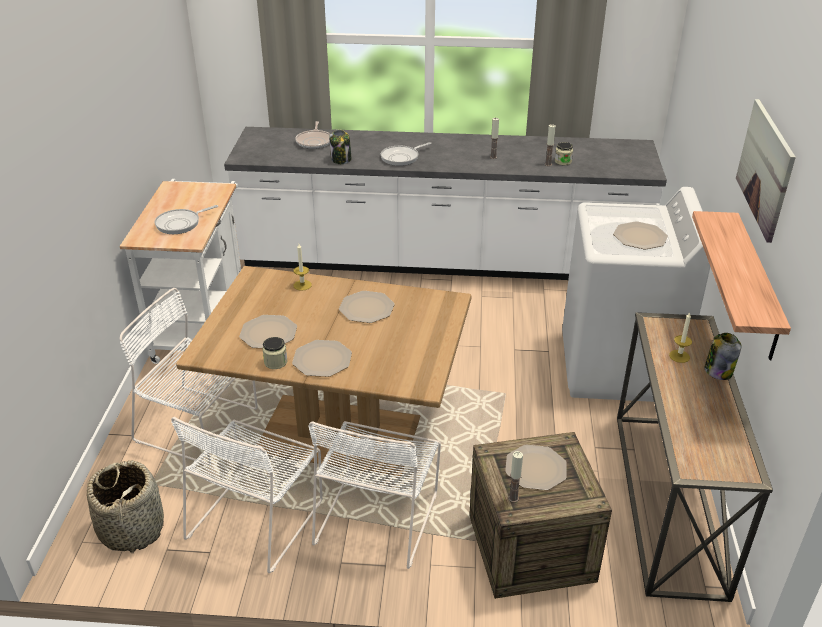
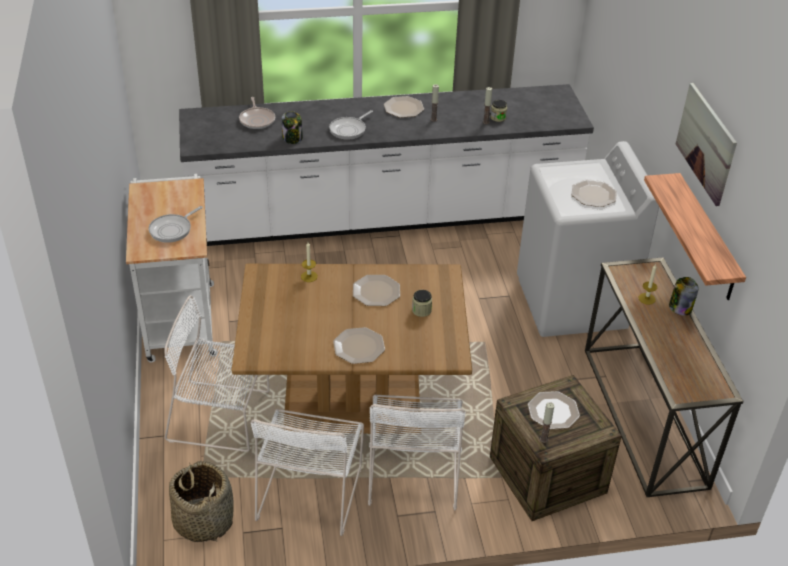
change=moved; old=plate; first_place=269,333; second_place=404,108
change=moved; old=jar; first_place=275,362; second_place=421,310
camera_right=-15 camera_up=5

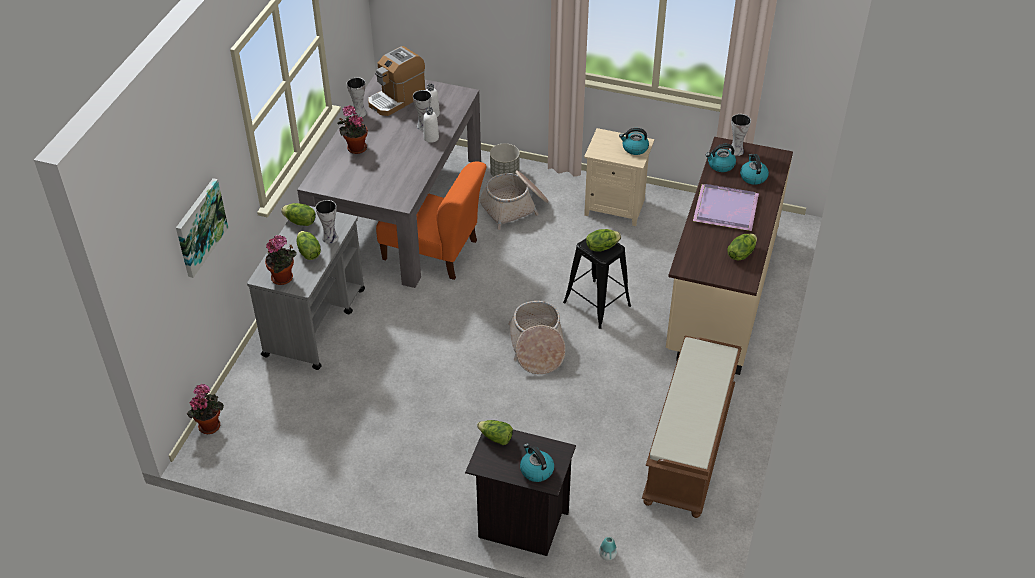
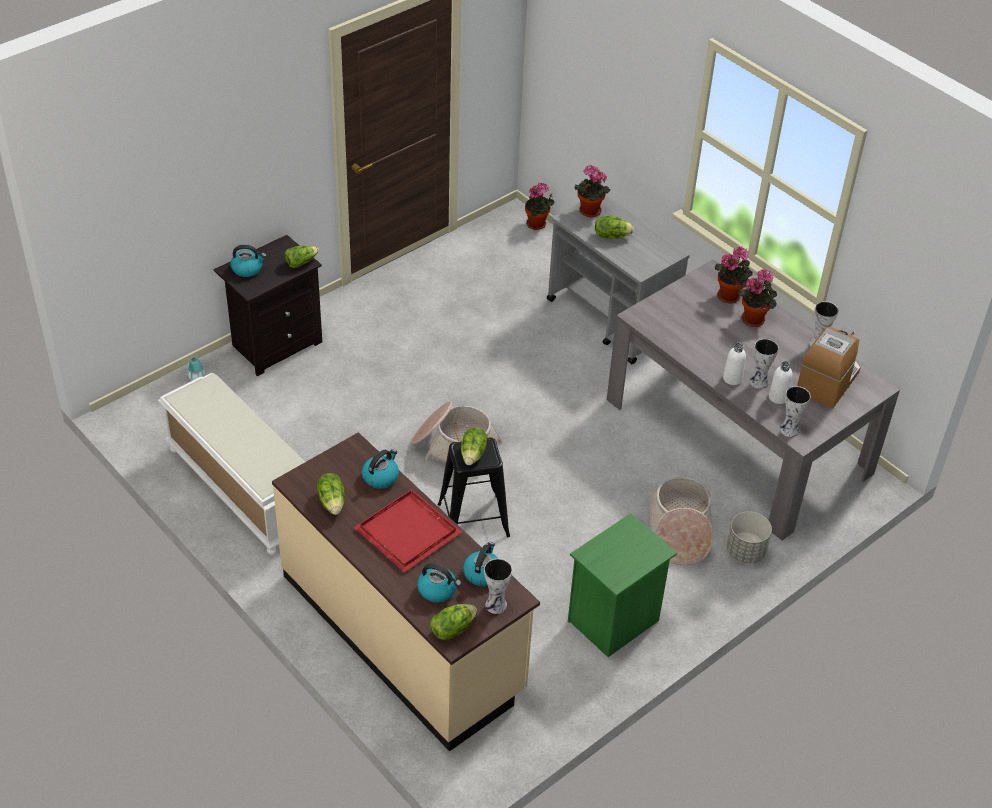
change=turned; old=coffee machine; first_place=396,99; second_place=827,382; degrees=45
change=recoloured; old=nightstand (beige); new=nightstand (green); first_place=615,207; second_place=615,621
change=moved; old=kettle; first_place=634,148; second_place=381,477
change=removed; old=chair (orange); first_place=434,252
change=removed; old=picture; first_place=200,227
change=recoloured; old=tray (purple); new=tray (red); first_place=724,208; second_place=410,532
change=moved; old=vase; first_place=330,237; second_place=790,430
change=moved; old=lettuce; first_place=300,222; second_place=452,629
change=recoloured; old=bench (brown); new=bench (white); first_place=690,447; second_place=241,487
change=added; new=potted plant; second_place=730,295
camera_right=120 camera_up=0

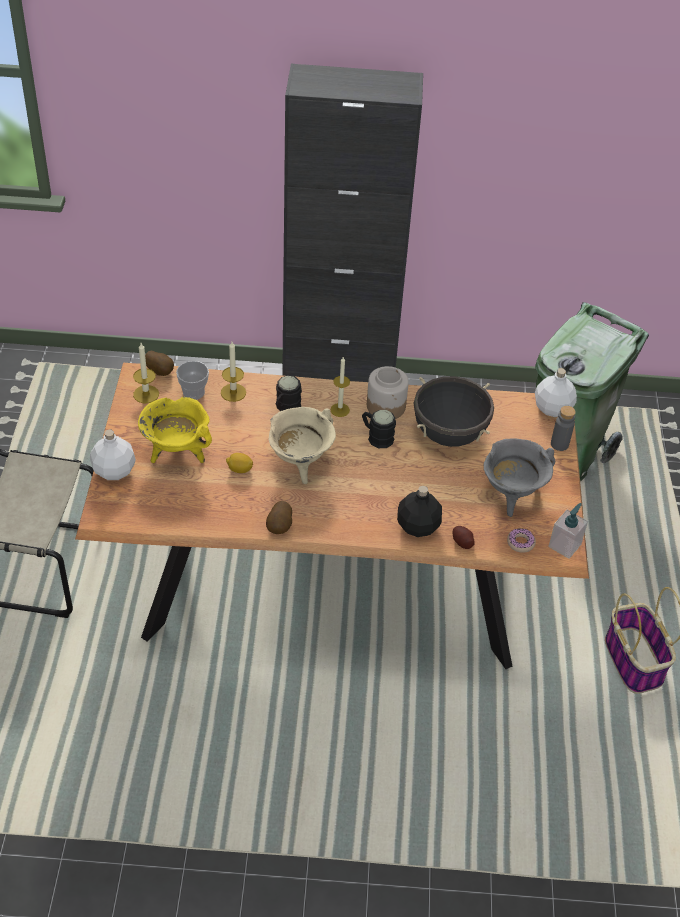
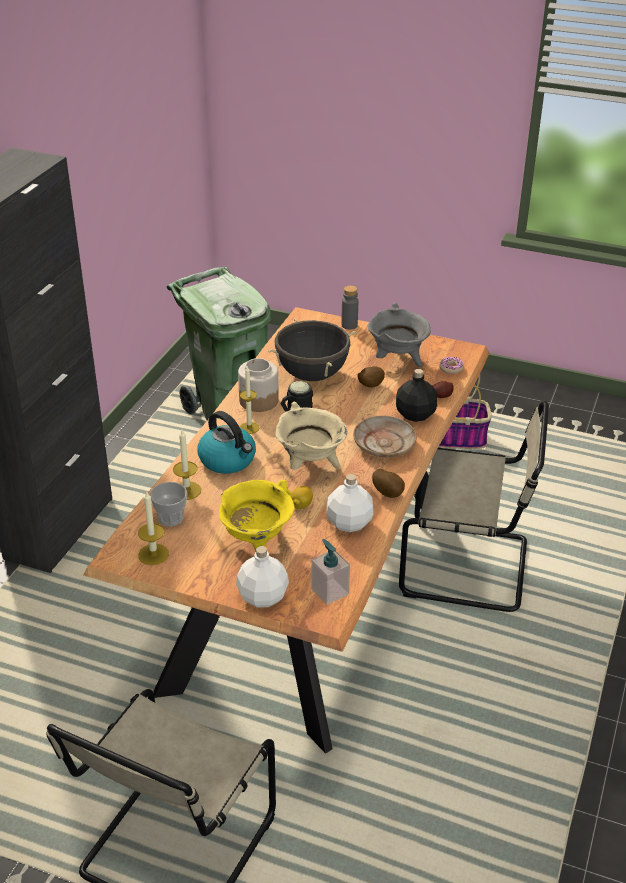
change=moved; old=potato; first_place=160,371; second_place=369,386
change=moved; old=bottle (white); first_place=553,409; second_place=350,523
change=replaced; old=mug (black); new=kettle; first_place=286,407; second_place=228,460
change=moved; old=soap dispenser; first_place=564,545; second_place=330,591
change=added; new=chair (beige); second_place=470,567
change=added; new=plate (beige); second_place=384,444
camera_right=-70 camera_up=-10

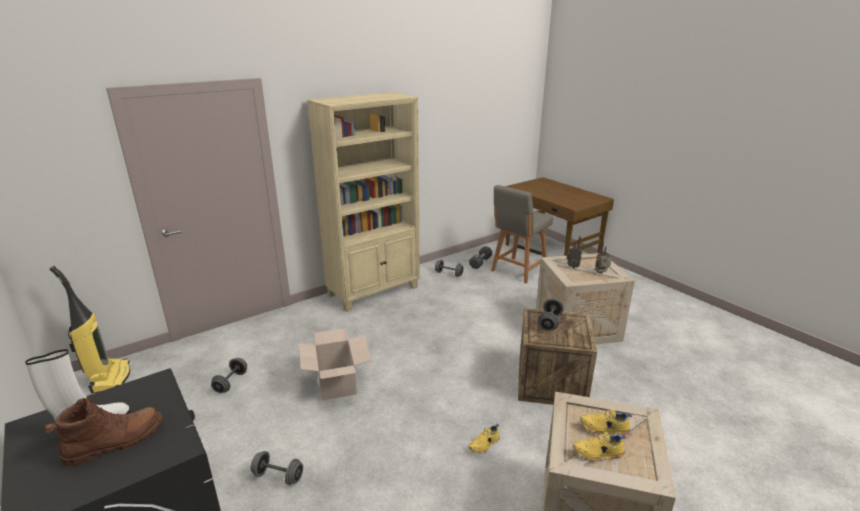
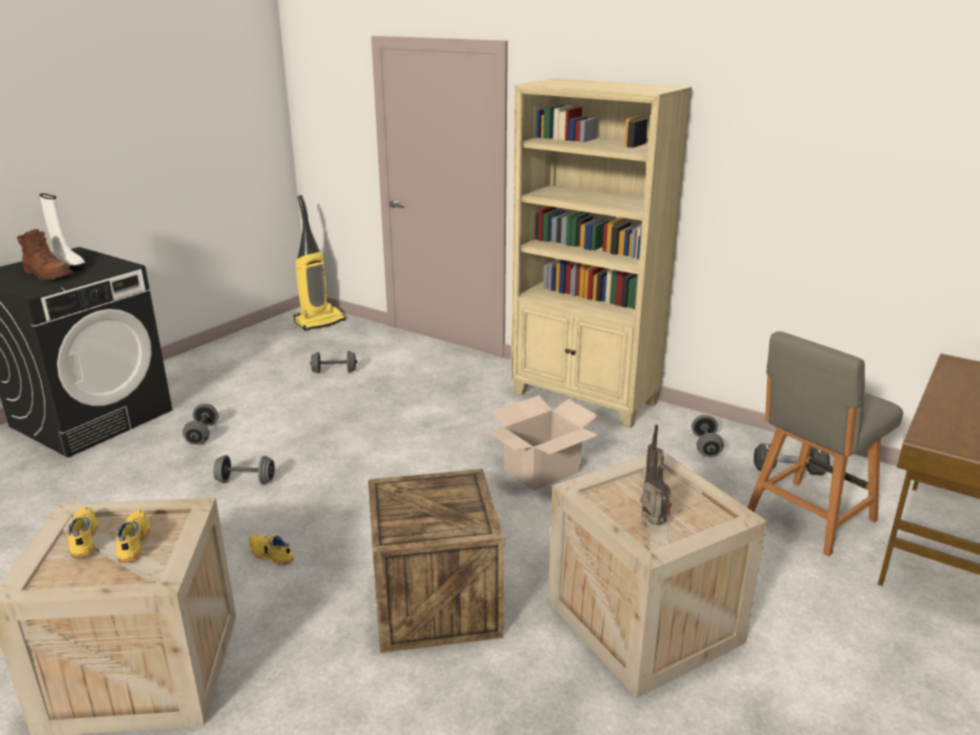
change=turned; old=chair (grey); first_place=518,270; second_place=808,518; degrees=-60
change=moved; old=dumbbell (grey); first_place=550,322; second_place=246,481
change=moved; old=cardboard box; first_place=336,383; second_place=541,470
camera_right=70 camera_up=0

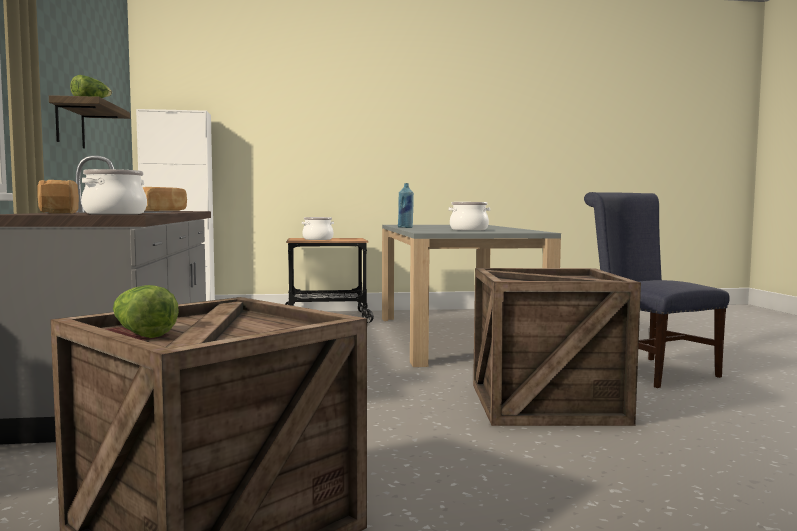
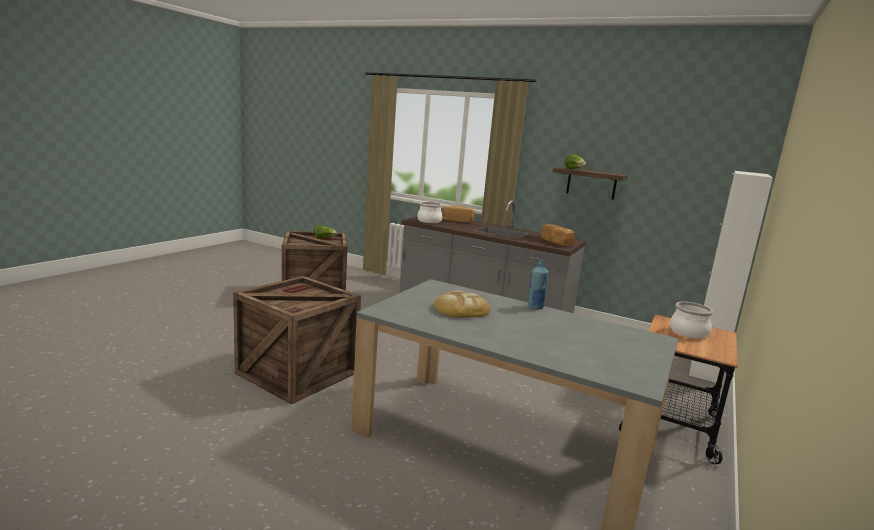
change=removed; old=chair (blue); first_place=648,370
change=replaced; old=cooking pot; new=bread; first_place=469,229; second_place=460,309
camera_right=125 camera_up=10

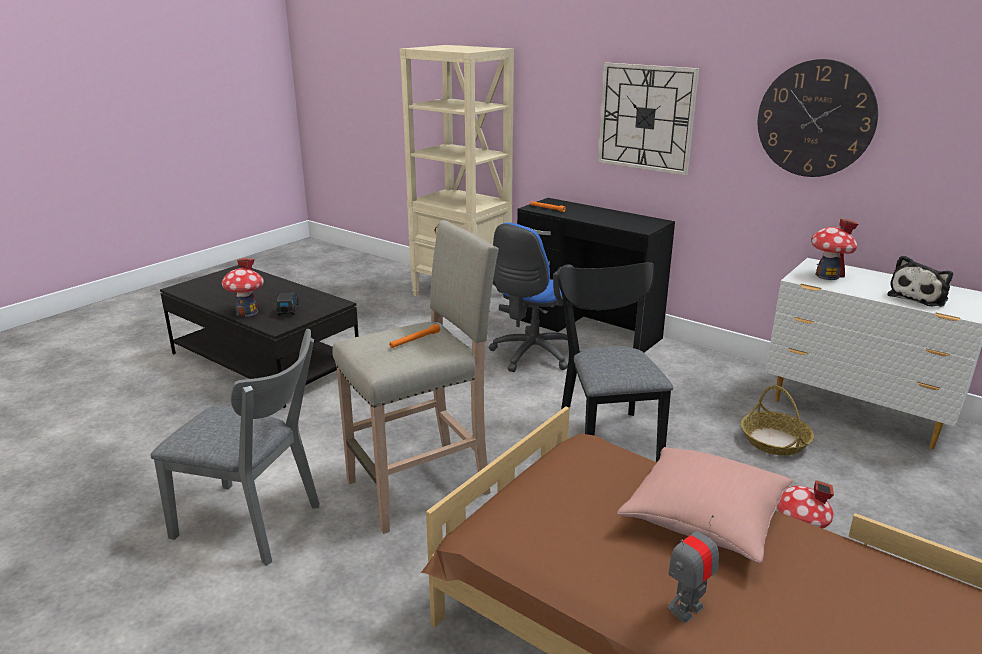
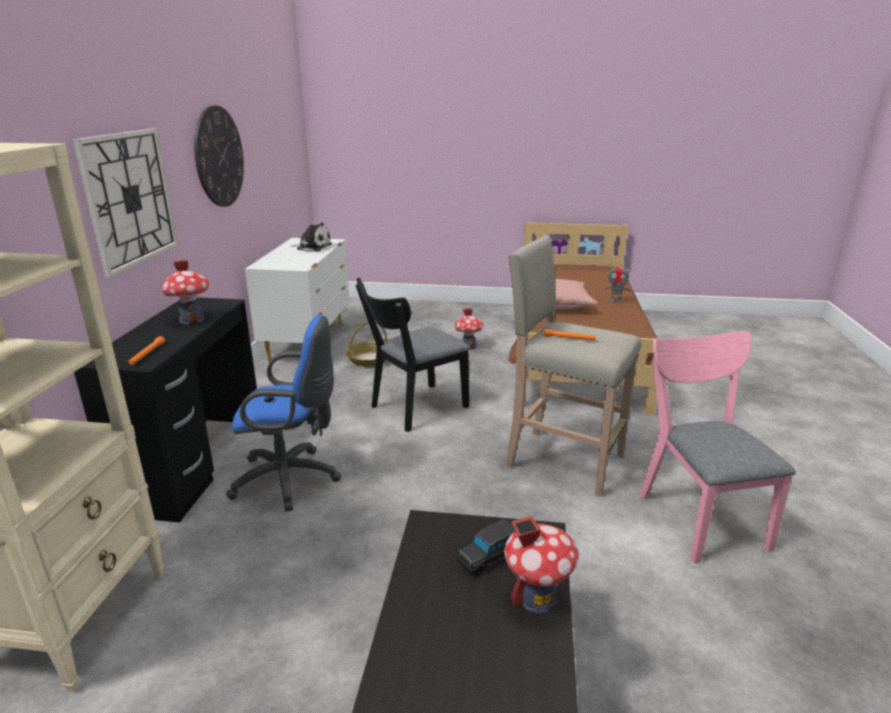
change=moved; old=toy house; first_place=827,276; second_place=192,320
change=recoloured; old=chair (grey); new=chair (pink); first_place=256,524; second_place=697,514
camera_right=-120 camera_up=0

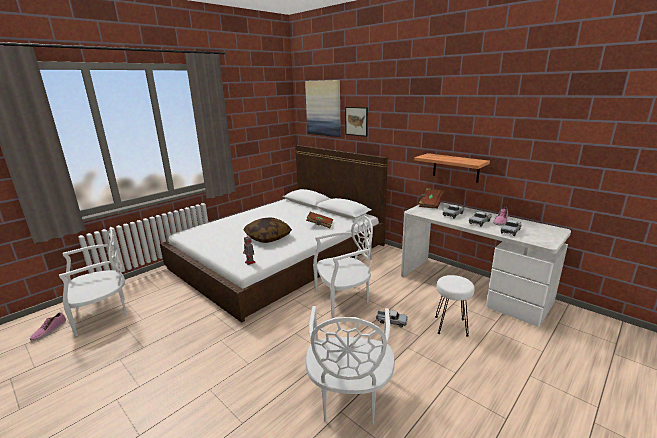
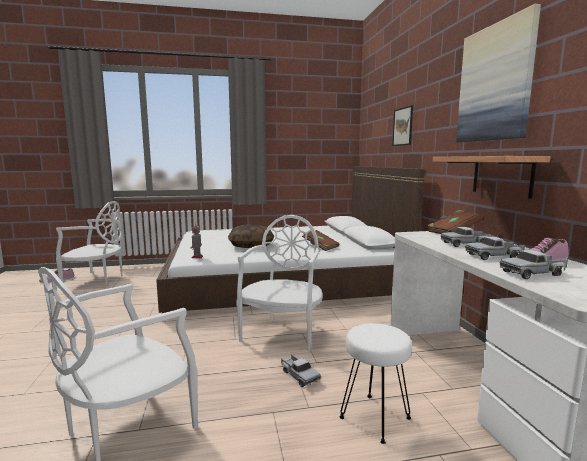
change=moved; old=picture; first_place=323,108; second_place=495,83
change=turned; old=chair (white); first_place=343,298; second_place=283,332; degrees=-90
camera_right=35 camera_up=-10

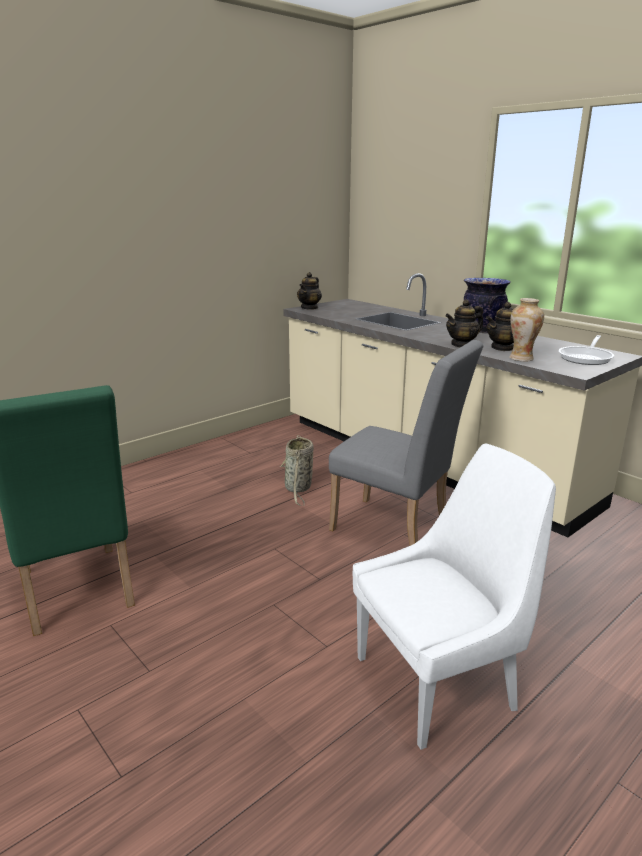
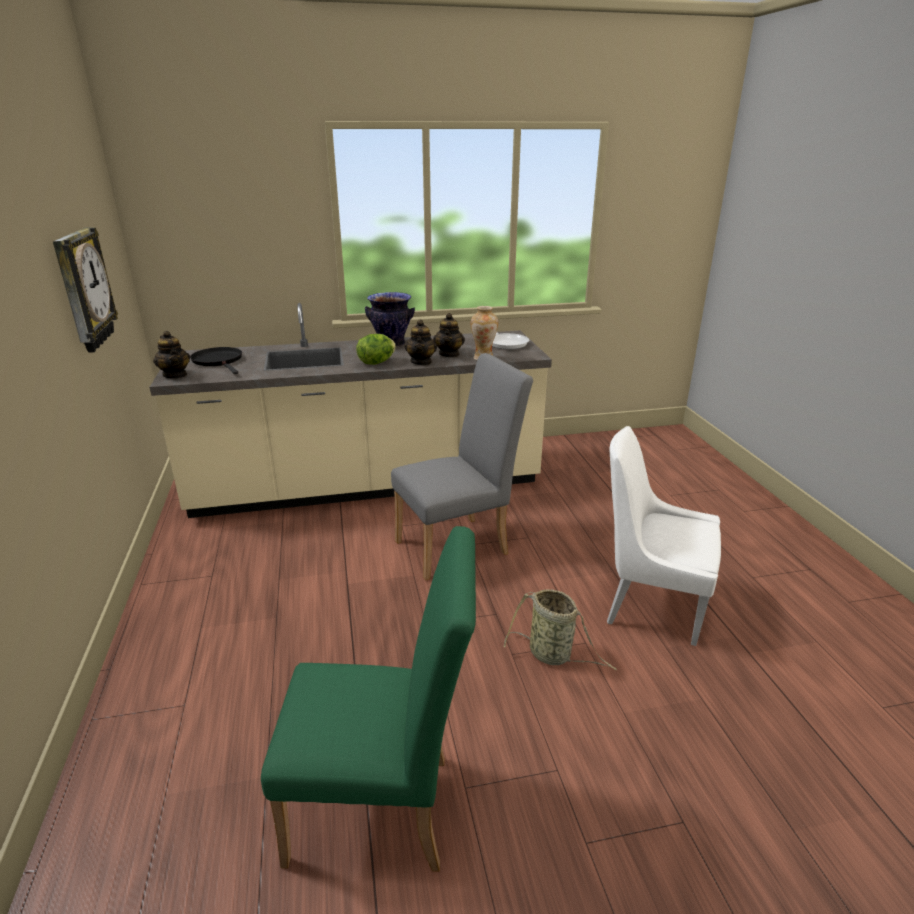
change=moved; old=basket; first_place=298,489; second_place=553,655
change=turned; old=chair (white); first_place=439,681; second_place=650,603; degrees=-75
change=added; new=wall clock; second_place=83,290
change=added; new=lettuce; second_place=376,363
change=added; new=frying pan (black); second_place=218,361
camera_right=-60 camera_up=5

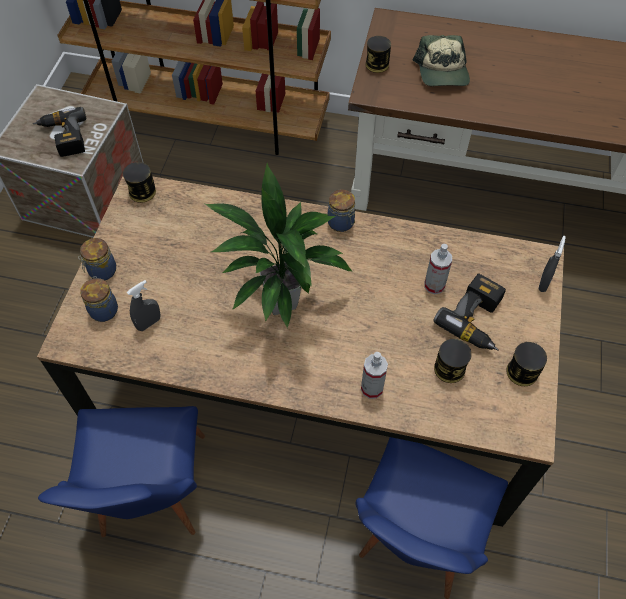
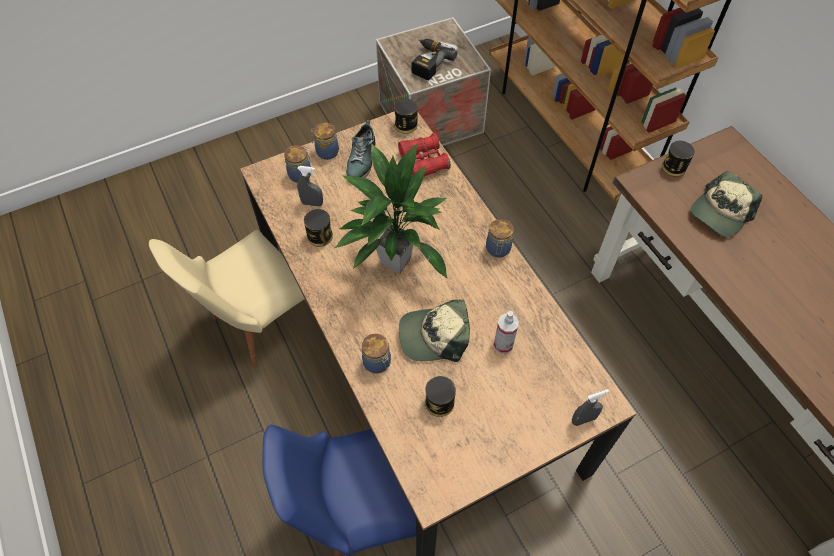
change=removed; old=power drill; first_place=477,320
change=moved; old=can; first_place=522,372; second_place=320,236
change=replaced; old=spray bottle; new=jar; first_place=372,388; second_place=378,363
change=recoloured; old=chair (blue); new=chair (beige); first_place=149,497; second_place=257,323
change=added; new=shoe; second_place=362,160
change=added; new=binoculars (red); second_place=423,162
change=added; new=cap; second_place=434,336
camera_right=50 camera_up=0

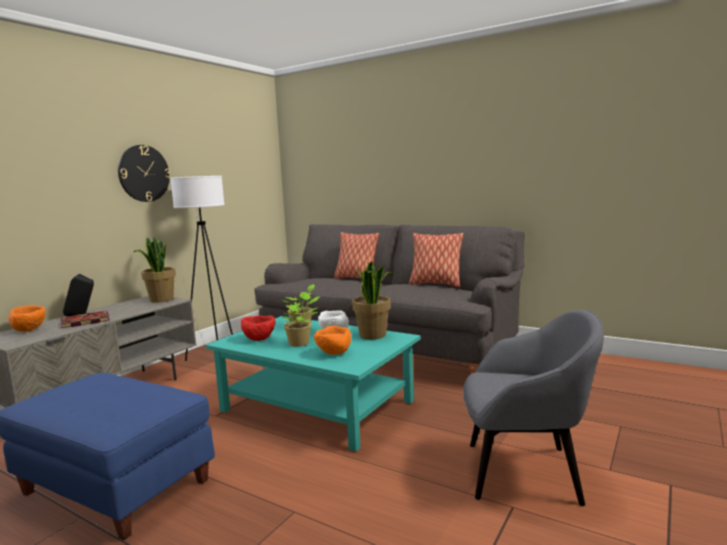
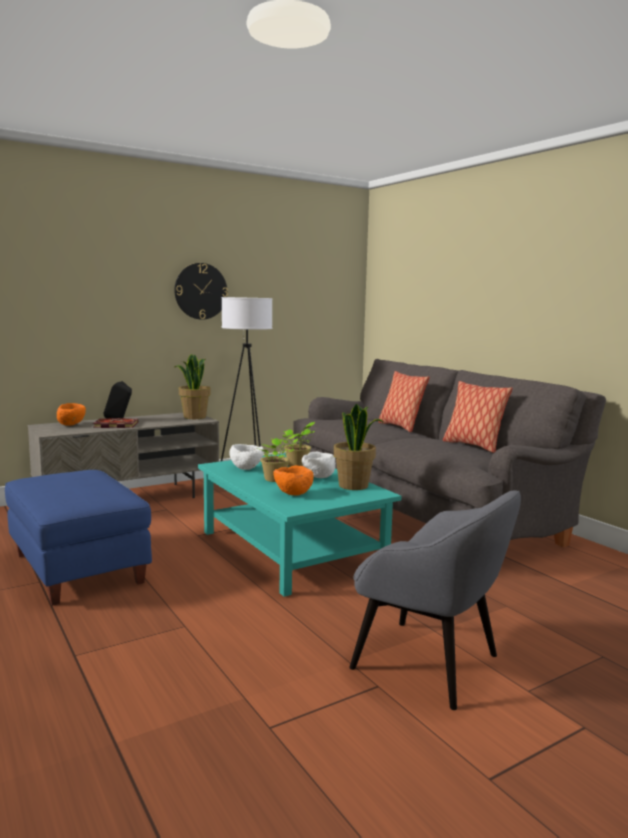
change=recoloured; old=bowl (red); new=bowl (white); first_place=259,339; second_place=247,468
camera_right=25 camera_up=0

